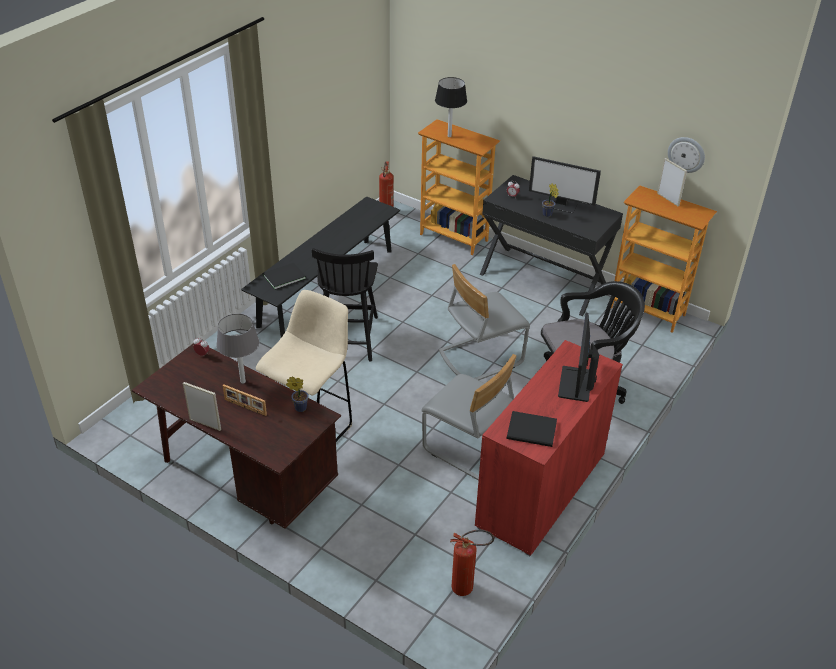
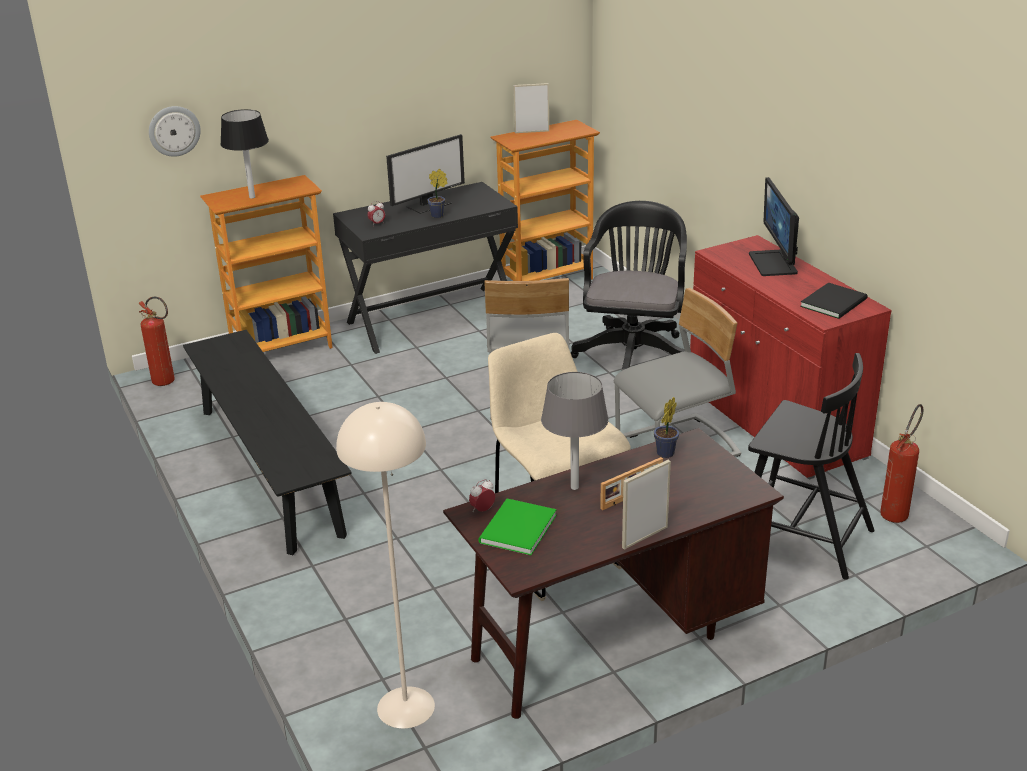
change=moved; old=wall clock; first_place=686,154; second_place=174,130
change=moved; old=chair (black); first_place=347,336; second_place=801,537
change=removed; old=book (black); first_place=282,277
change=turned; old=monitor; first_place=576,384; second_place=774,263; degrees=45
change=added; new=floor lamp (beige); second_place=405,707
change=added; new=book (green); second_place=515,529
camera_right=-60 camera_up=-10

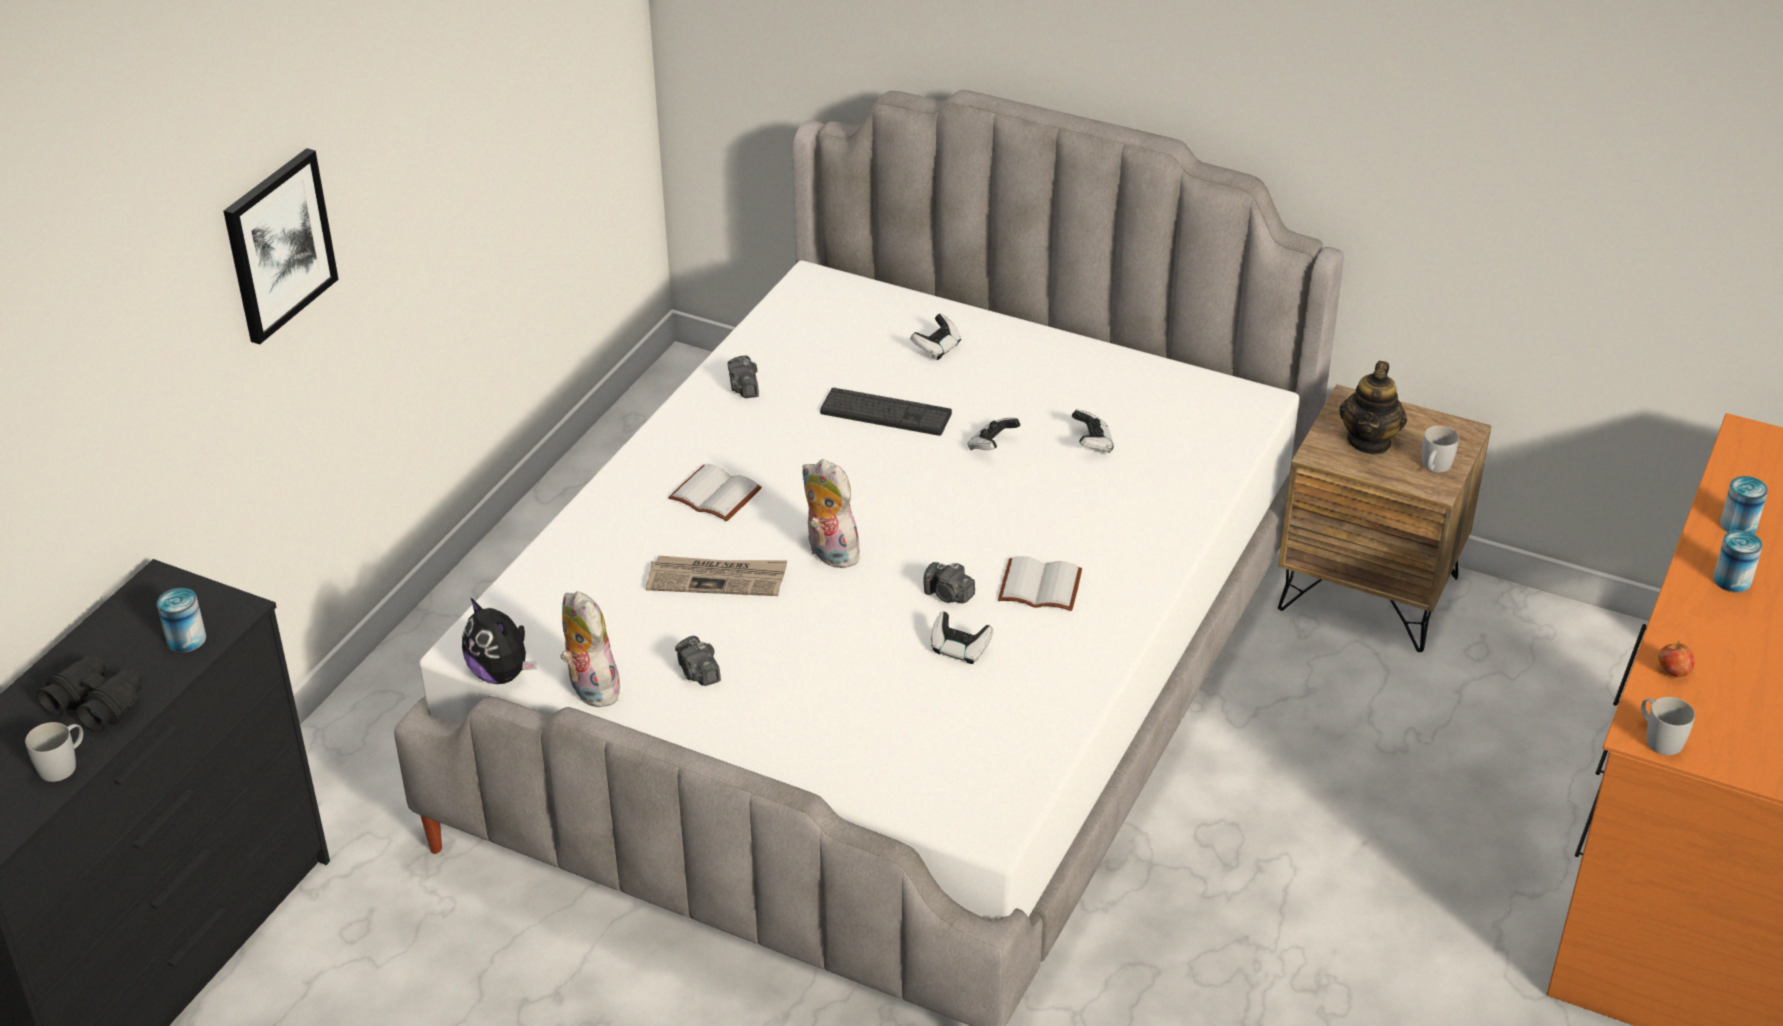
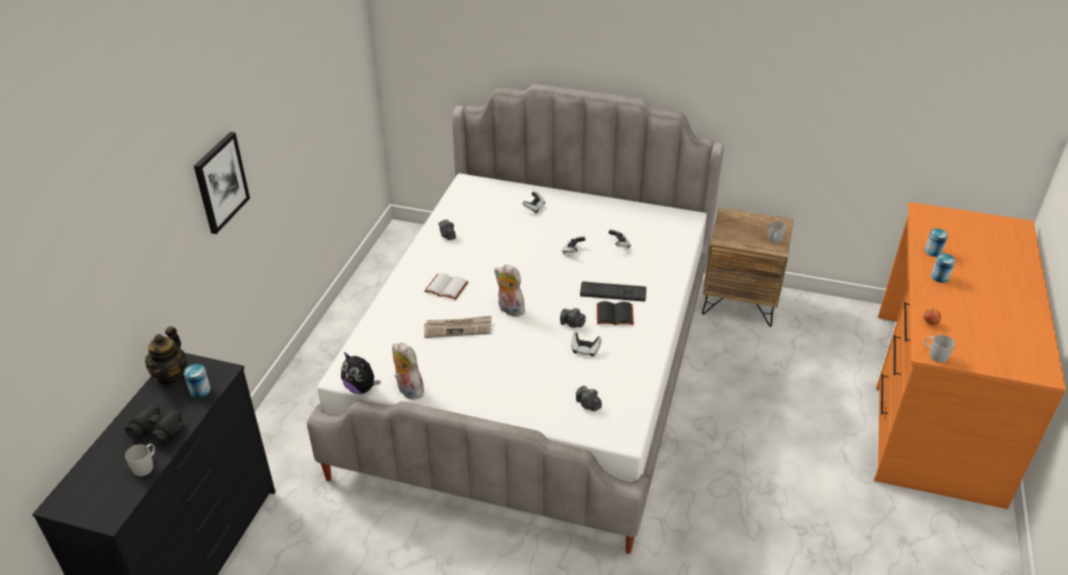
change=moved; old=teapot; first_place=1369,441; second_place=171,375
change=moved; old=keyboard; first_place=885,413; second_place=613,292
change=recoloured; old=book (white); new=book (black); first_place=1038,588; second_place=614,316
change=moved; old=photo camera; first_place=698,673; second_place=588,405
camera_right=-10 camera_up=0

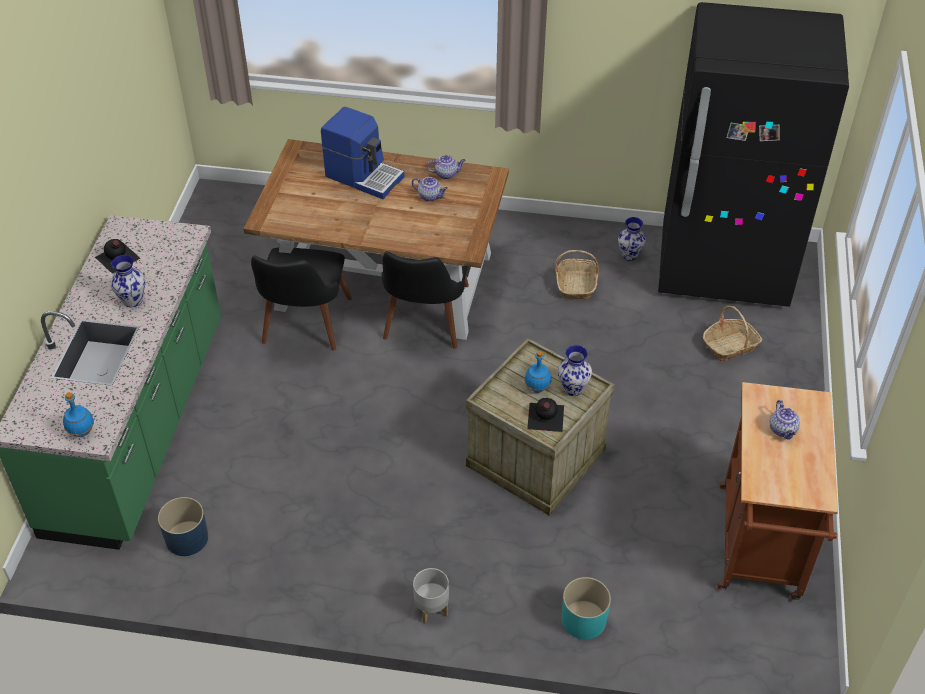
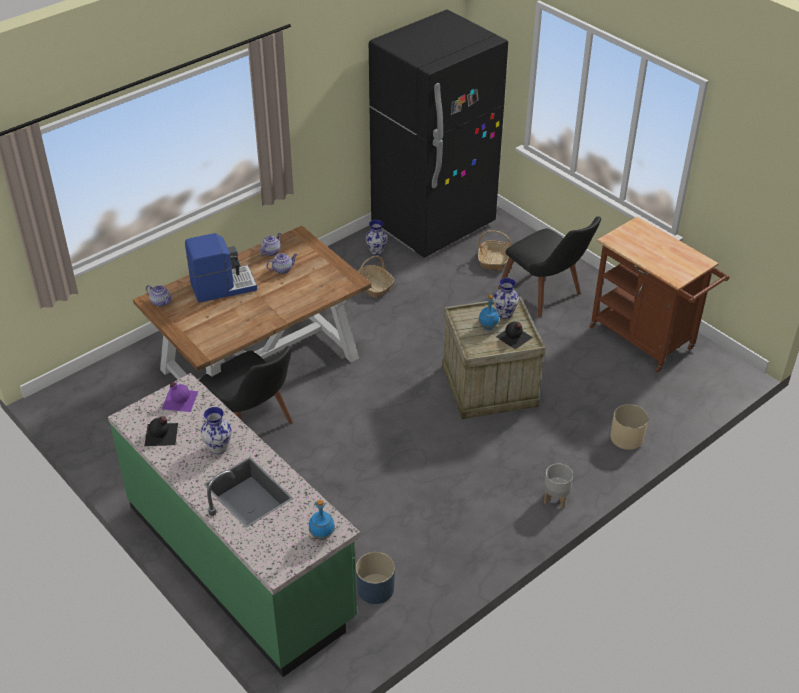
change=moved; old=chair (black); first_place=424,326; second_place=547,296
change=moved; old=teapot; first_place=783,430; second_place=161,302
change=recoloured; old=planter (turquoise); new=planter (beige); first_place=583,620; second_place=627,438
change=added; new=bottle (purple); second_place=179,399
camera_right=-50 camera_up=-5

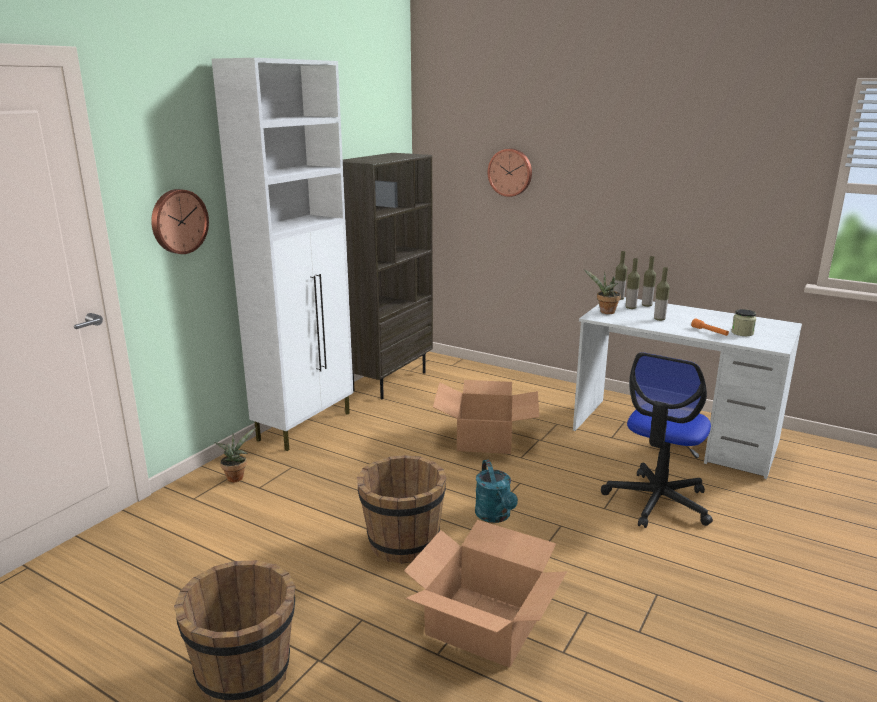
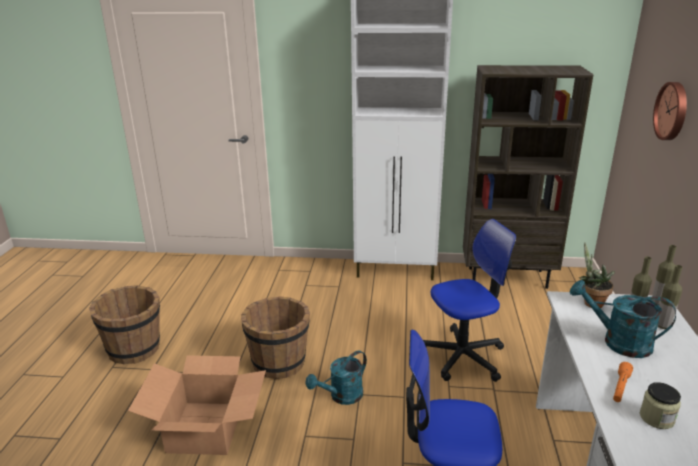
change=removed; old=wall clock; first_place=178,221
change=replaced; old=bottle; new=watering can (turquoise); first_place=659,319; second_place=618,342
change=replaced; old=cardboard box; new=office chair; first_place=486,438; second_place=463,356
change=removed; old=potted plant; first_place=236,477
camera_right=65 camera_up=5

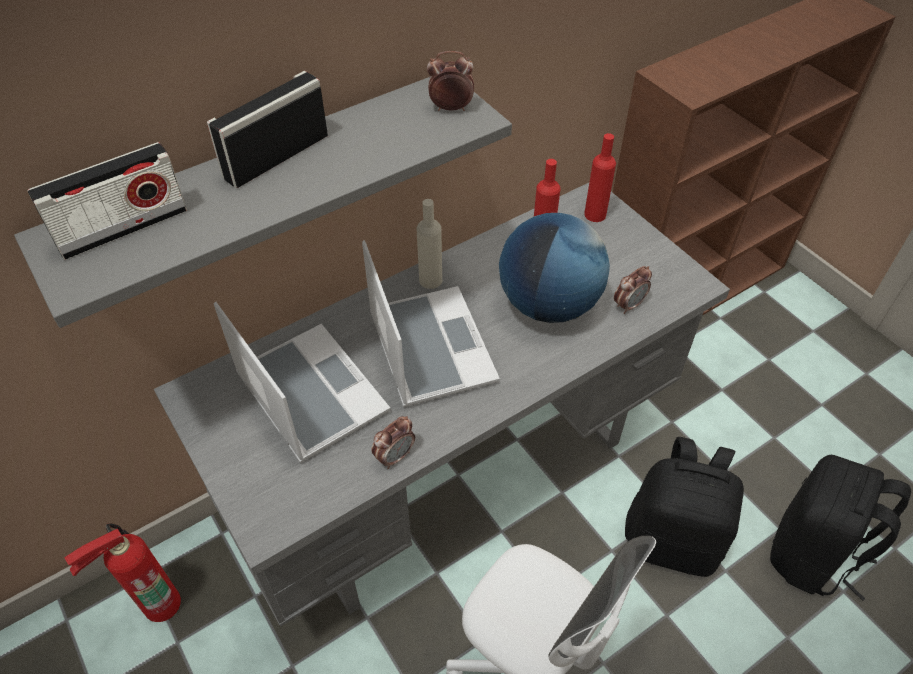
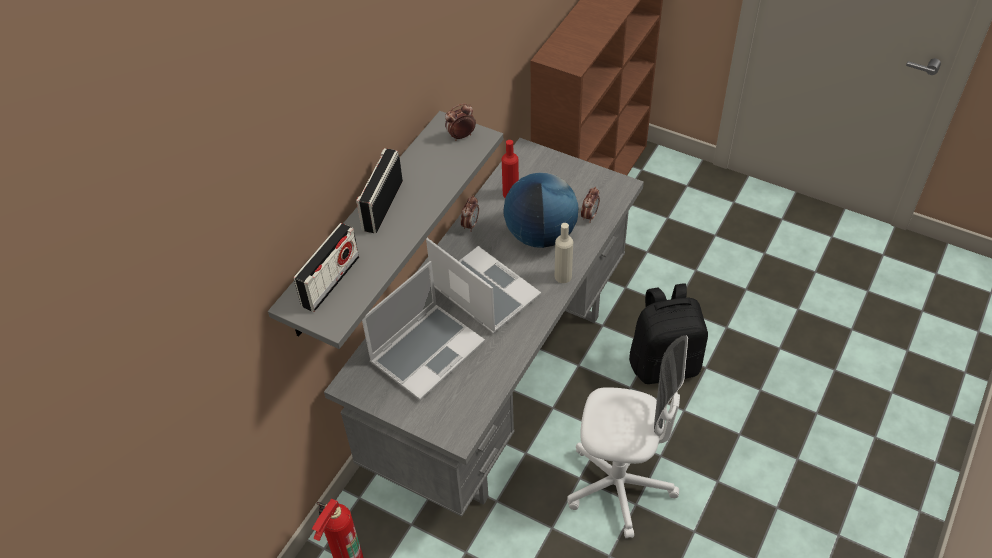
change=removed; old=bottle (red); first_place=595,214
change=moved; old=bottle (beige); first_place=430,280; second_place=563,276
change=turned; old=laptop; first_place=308,393; second_place=427,351; degrees=105
change=moved; old=alarm clock; first_place=395,456; second_place=470,225
change=removed; old=backpack (black); first_place=812,554
camera_right=-25 camera_up=0

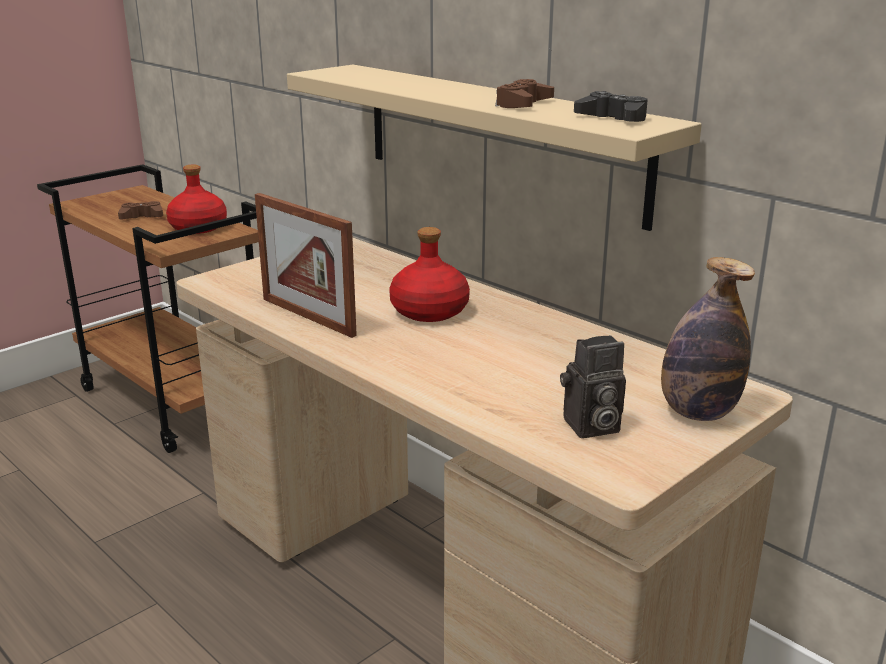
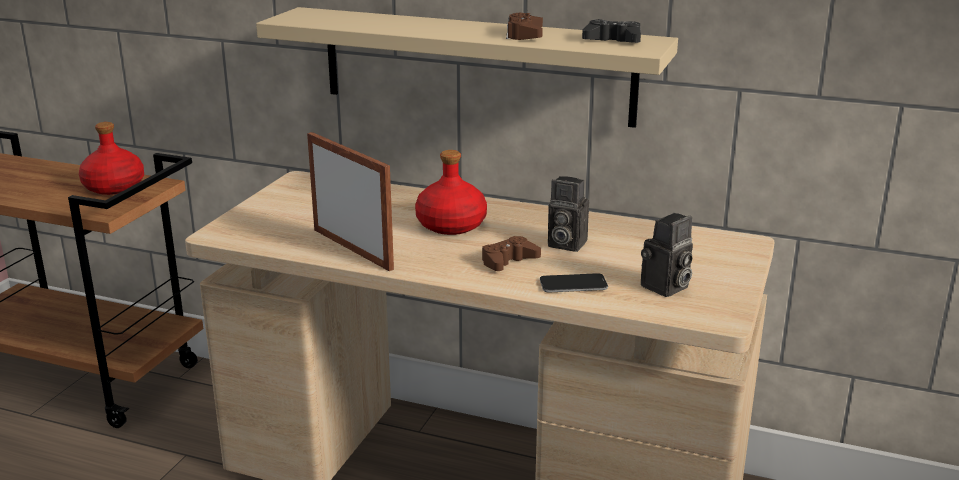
change=turned; old=picture frame; first_place=308,317; second_place=352,249; degrees=-150
change=moved; old=game controller (brown); first_place=142,217; second_place=508,261
change=removed; old=bottle; first_place=697,412
change=added; new=photo camera; second_place=564,244
change=added; new=phone; second_place=573,285
camera_right=-25 camera_up=0

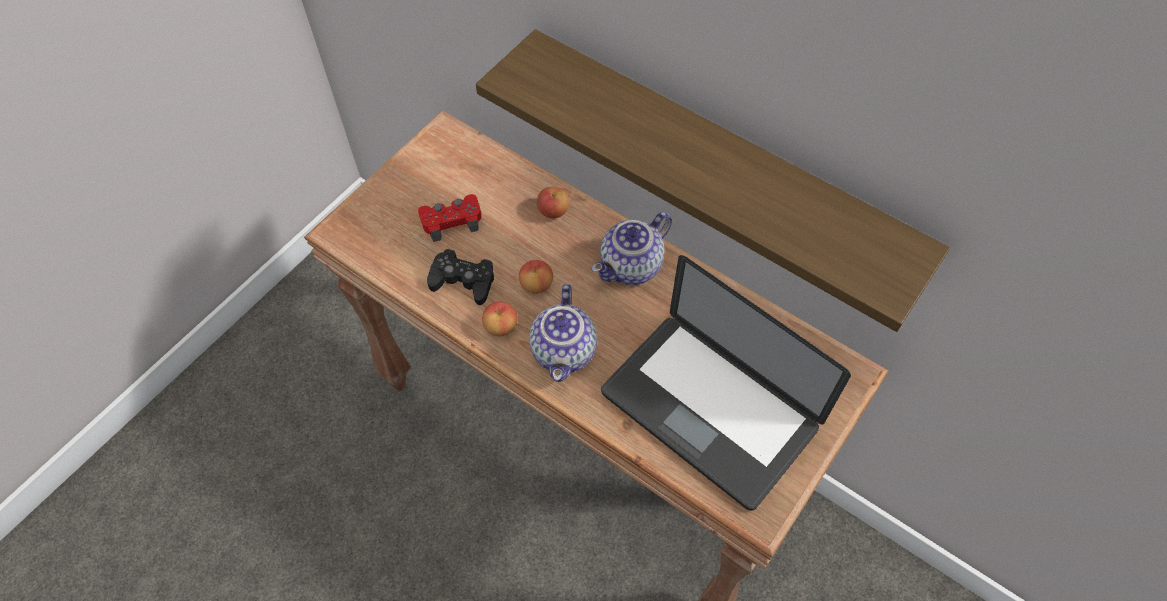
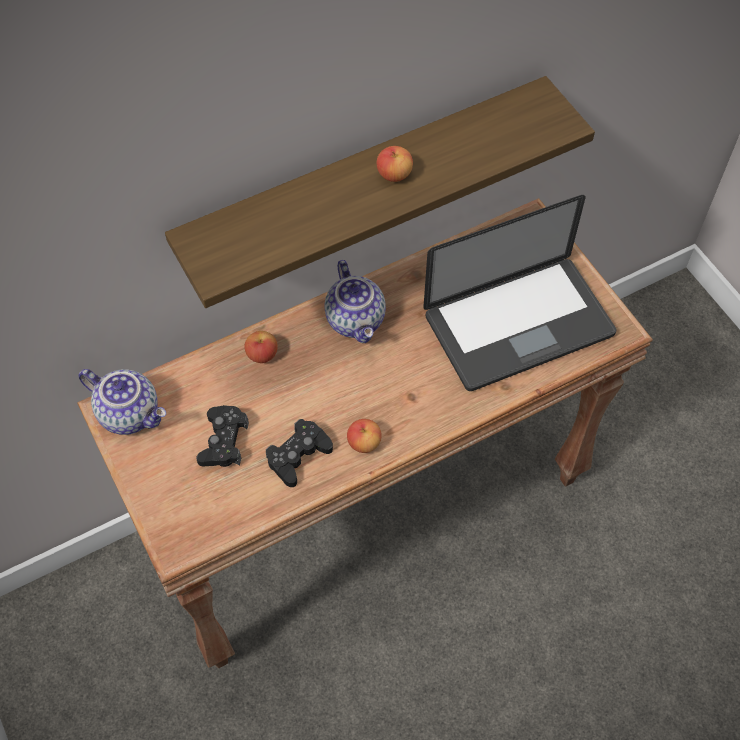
change=recoloured; old=game controller (red); new=game controller (black); first_place=451,221; second_place=223,441
change=moved; old=apple; first_place=536,285; second_place=394,174
change=moved; old=teapot; first_place=565,352; second_place=131,413
camera_right=-65 camera_up=0

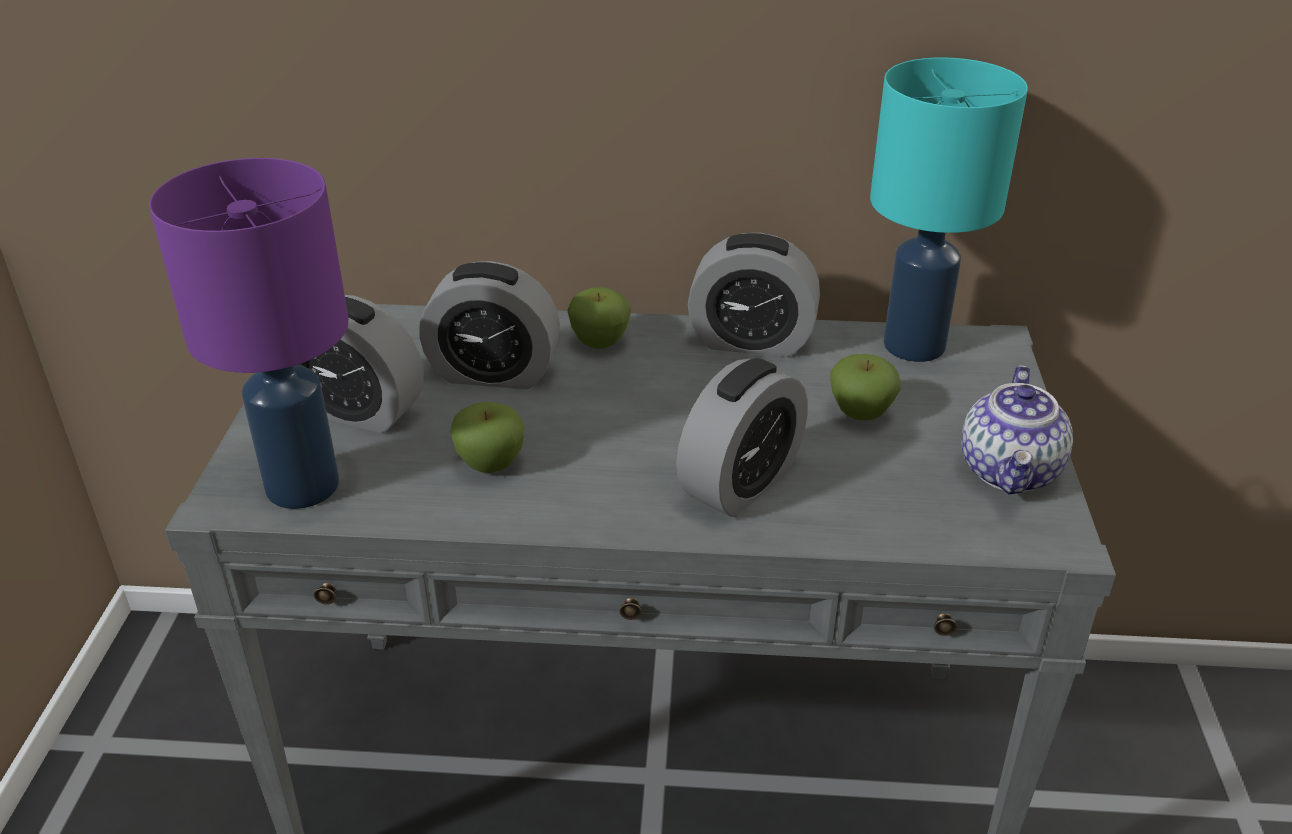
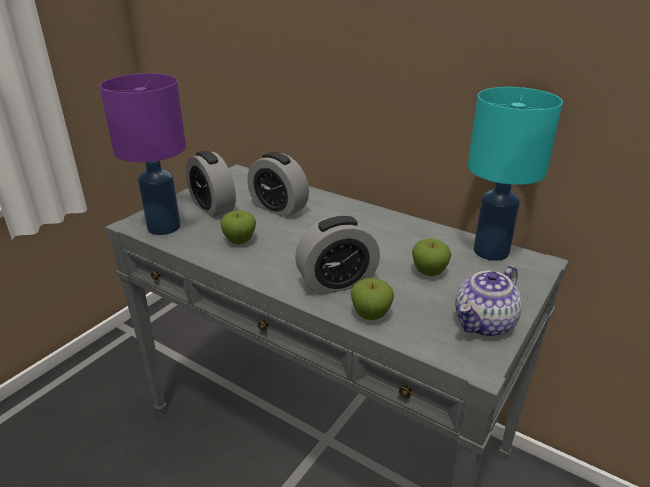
change=removed; old=alarm clock; first_place=751,341
change=moved; old=apple; first_place=600,343; second_place=371,315
camera_right=30 camera_up=-5

